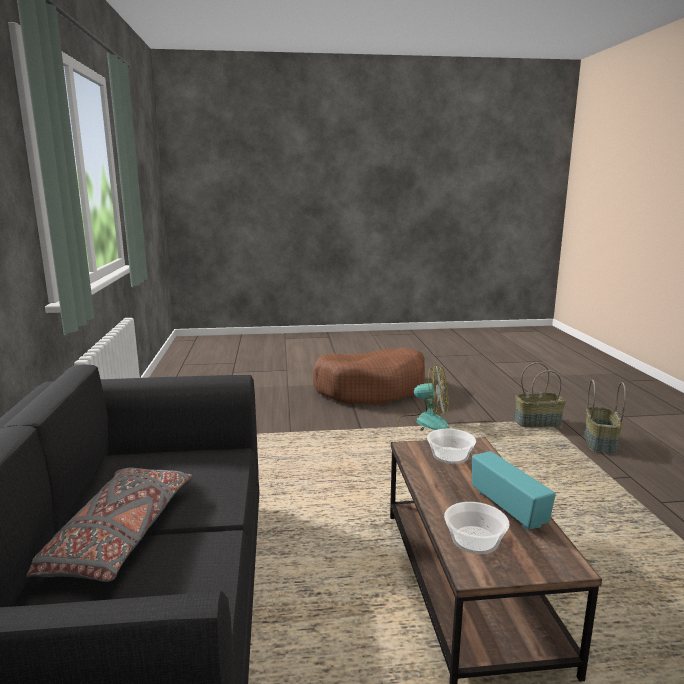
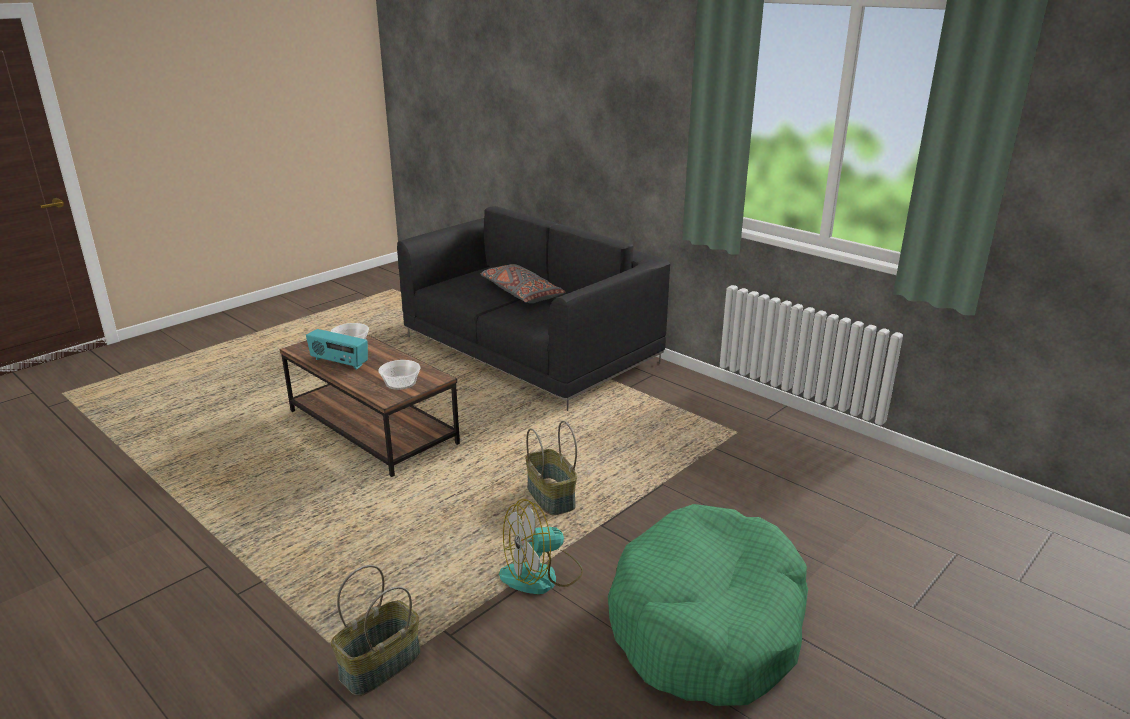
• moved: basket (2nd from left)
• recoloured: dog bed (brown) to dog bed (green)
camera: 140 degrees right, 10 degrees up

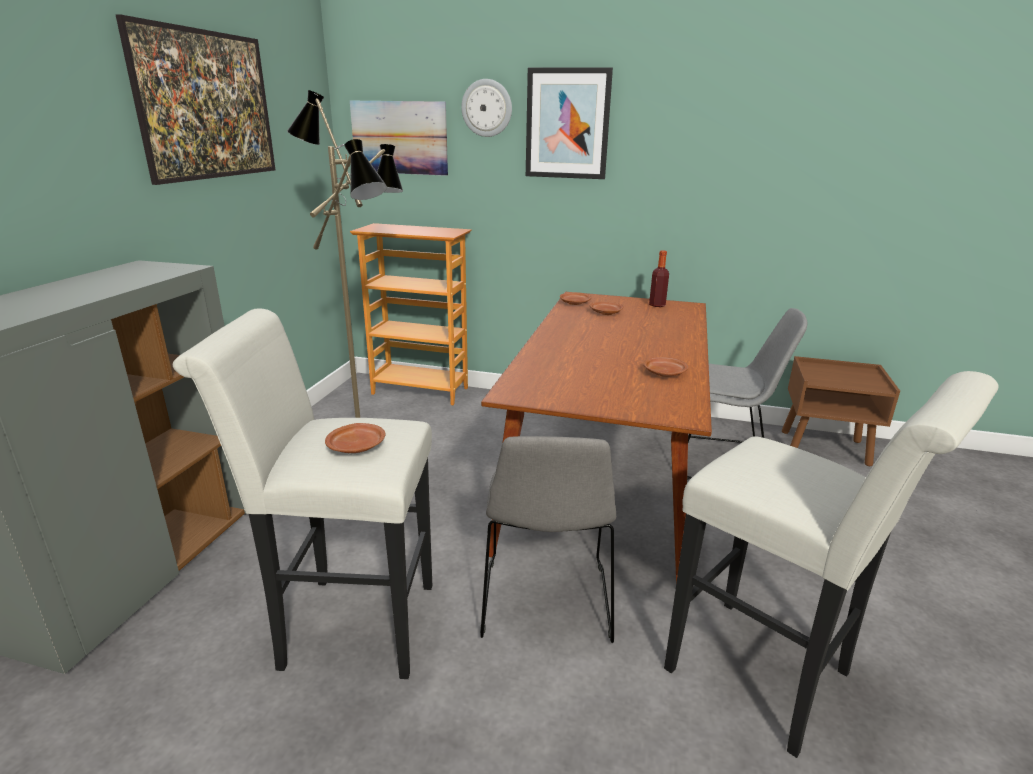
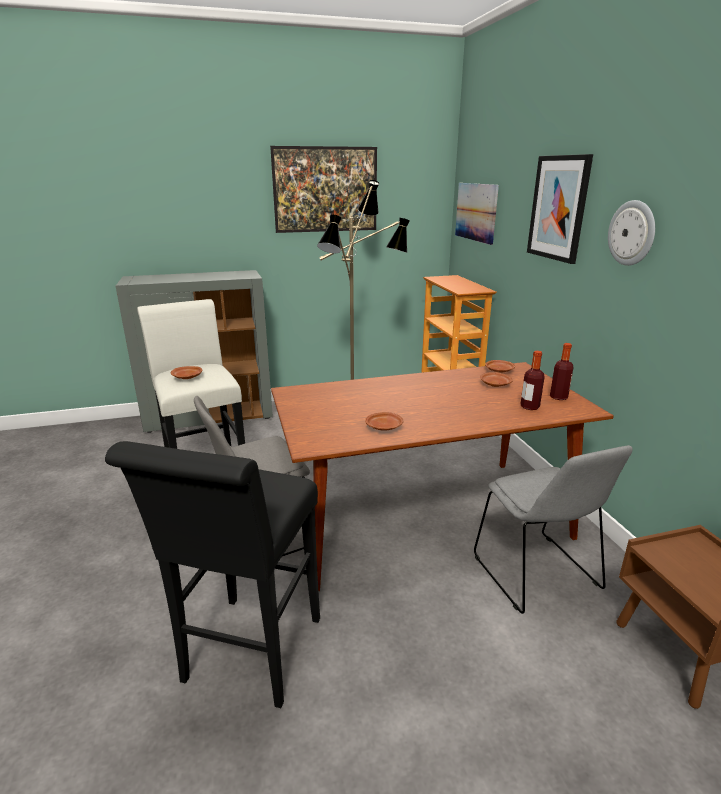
• recoloured: stool (white) (2nd from left) to stool (black)
• added: bottle (1st from left)
• moved: wall clock
camera: 60 degrees right, 0 degrees up

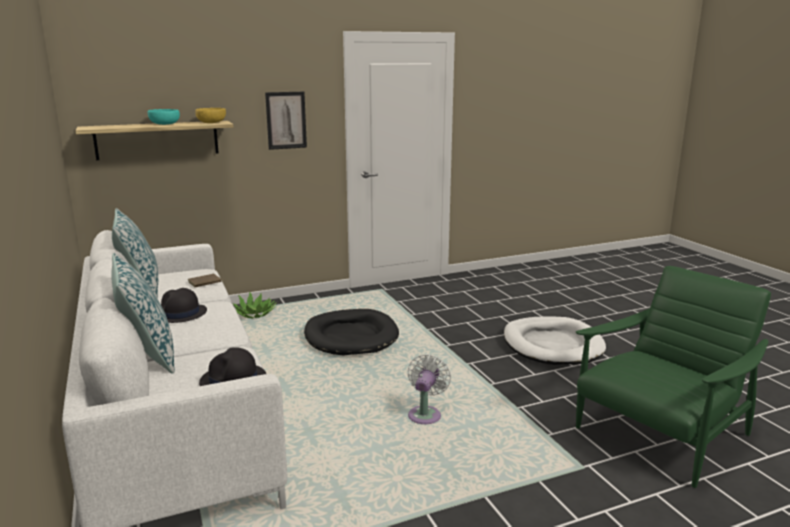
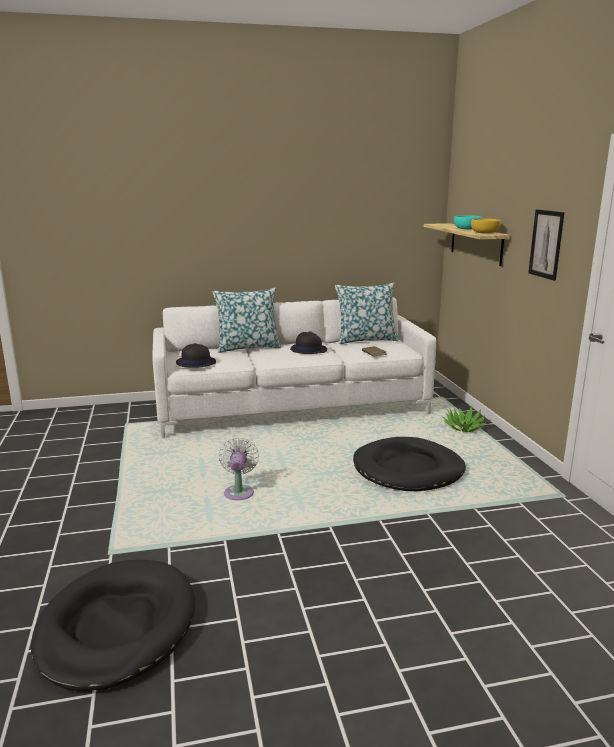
• replaced: armchair (green) to dog bed (black) (1st from left)
• turned: fan (white) 120 degrees counterclockwise
• removed: dog bed (white)
camera: 100 degrees right, 0 degrees up

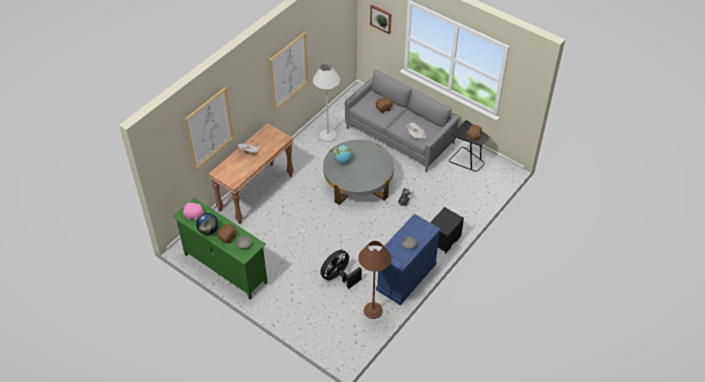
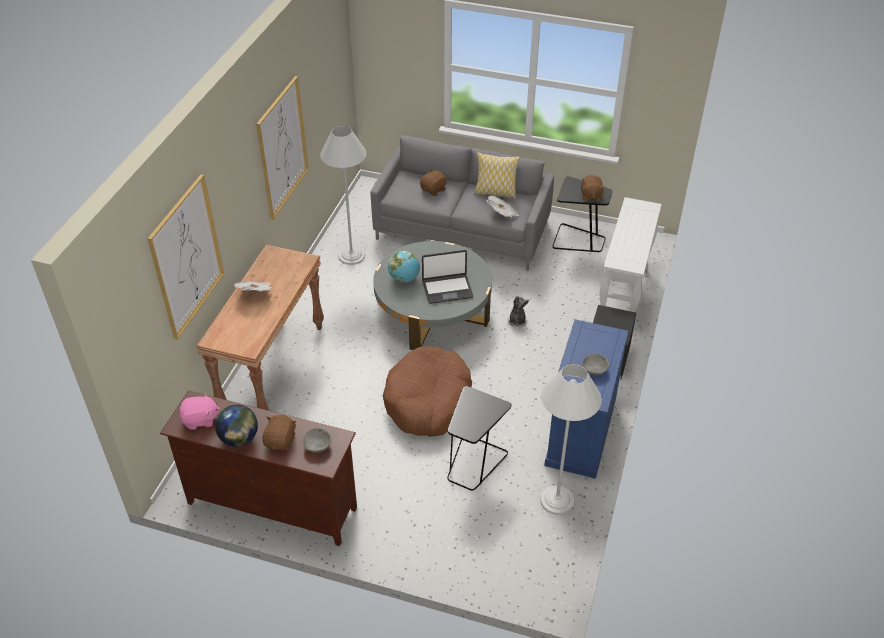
• recoloured: tv stand (green) to tv stand (brown)
• added: dog bed (brown)
• added: laptop
• replaced: fan (black) to side table (black) (1st from left)
• added: pillow
• recoloured: floor lamp (brown) to floor lamp (white) (2nd from left)
• added: console table (white)
• removed: picture (3rd from left)
camera: 20 degrees left, 5 degrees down

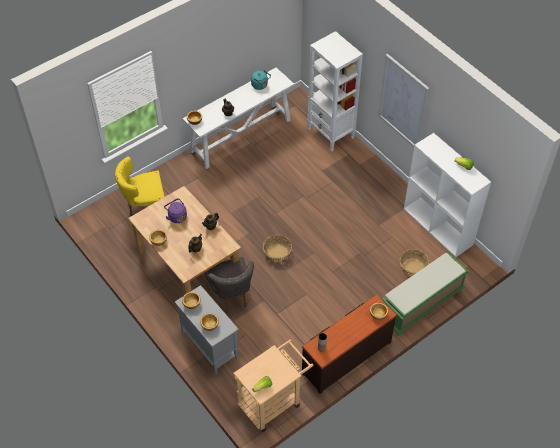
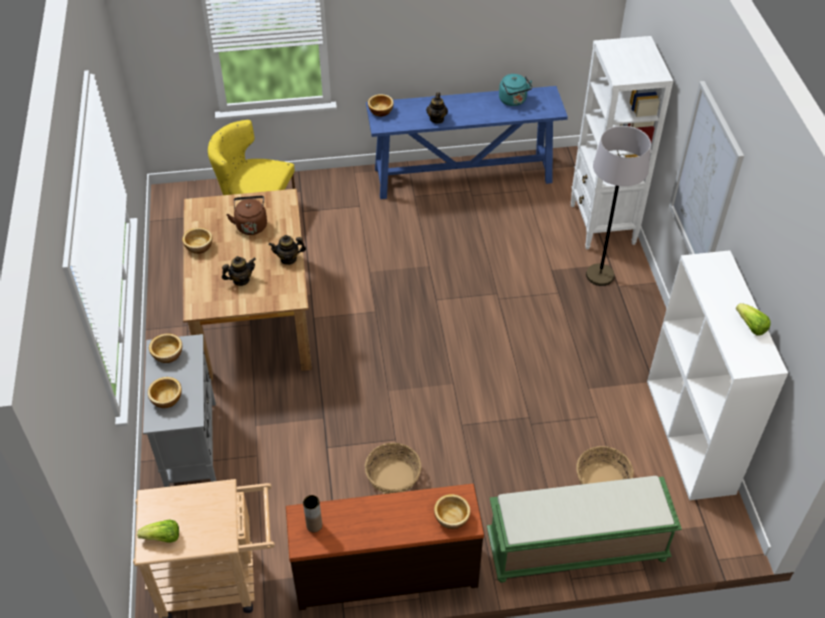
• recoloured: kettle (purple) to kettle (brown)
• moved: basket (1st from left)
• recoloured: console table (white) to console table (blue)
• added: floor lamp (grey)
• removed: chair (grey)
camera: 30 degrees right, 5 degrees down

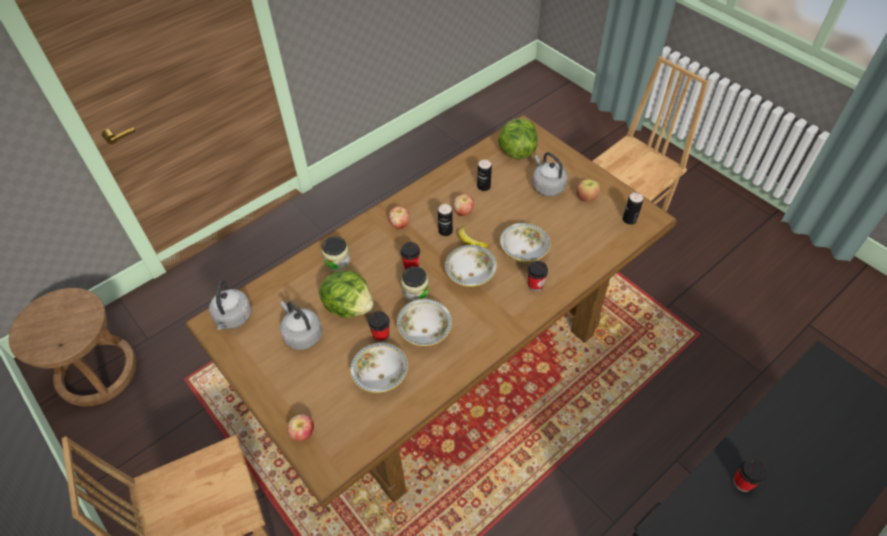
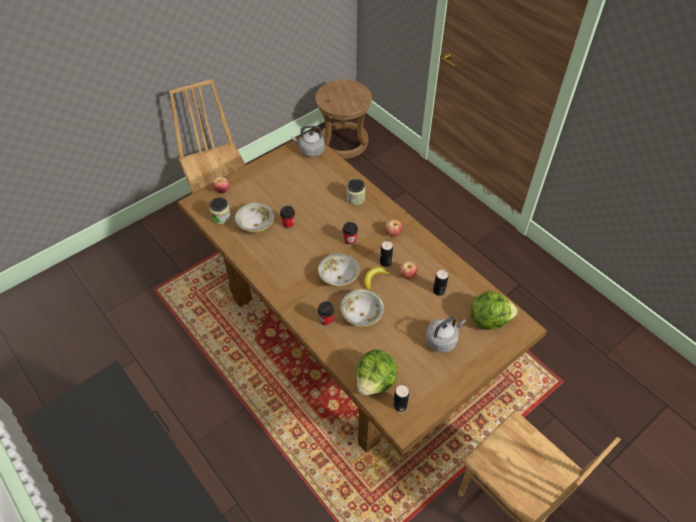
• moved: jar (2nd from left in the first image) to jar (1st from left)
• moved: lettuce (1st from left)
• removed: kettle (grey) (2nd from left)
• removed: bowl (2nd from left)
• removed: apple (4th from left)
• removed: cup (4th from left)
camera: 90 degrees right, 0 degrees up

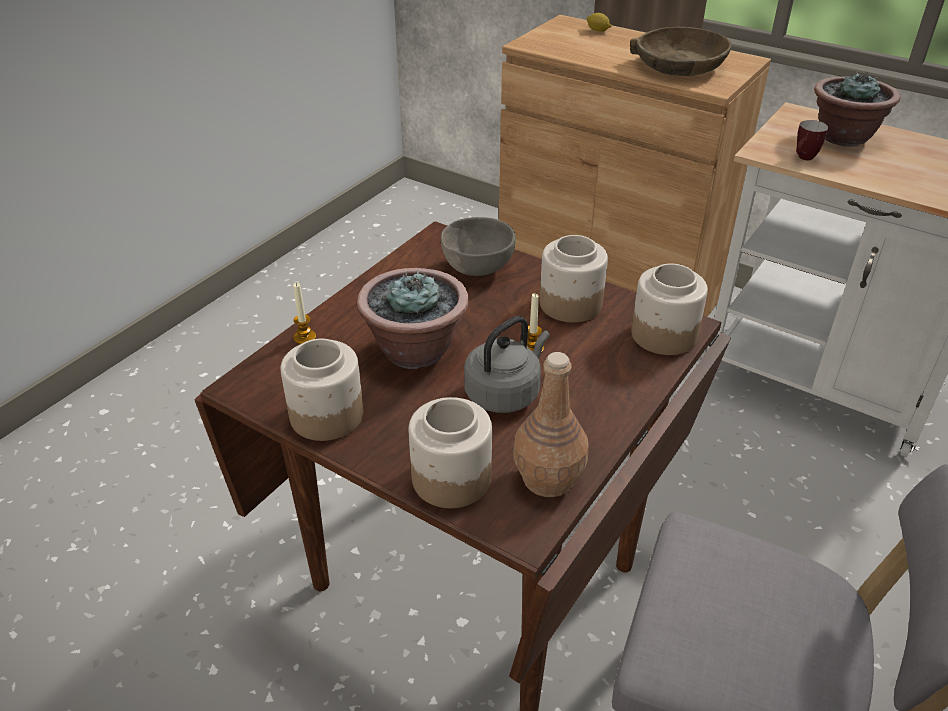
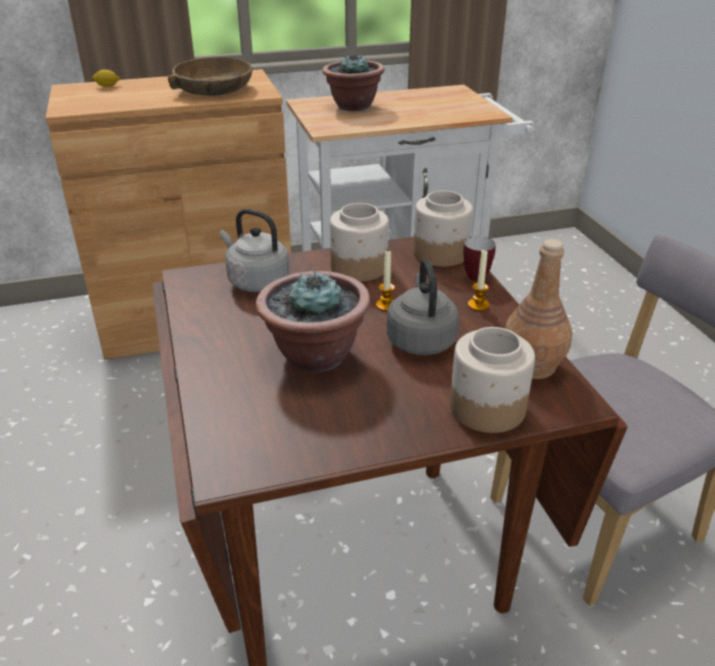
• replaced: bowl (grey) to kettle (grey) (1st from left)
• moved: mug
• moved: candle (1st from left in the first image) to candle (2nd from left)
• removed: jar (1st from left)
camera: 50 degrees left, 5 degrees down

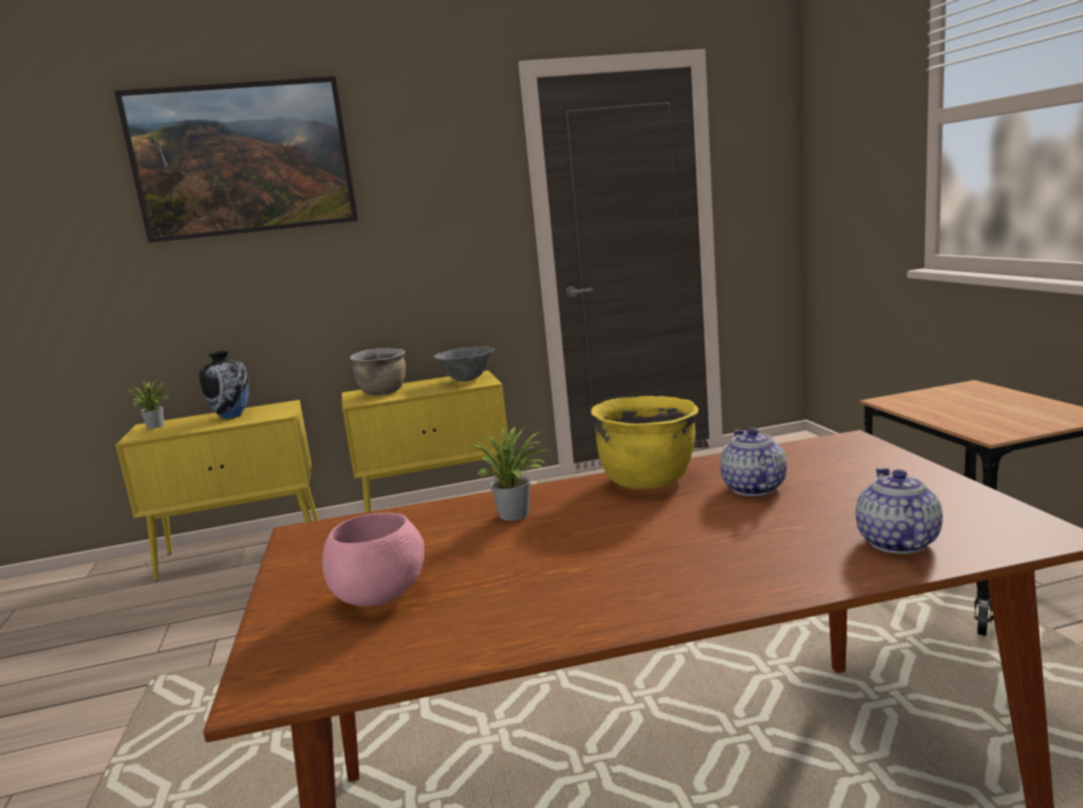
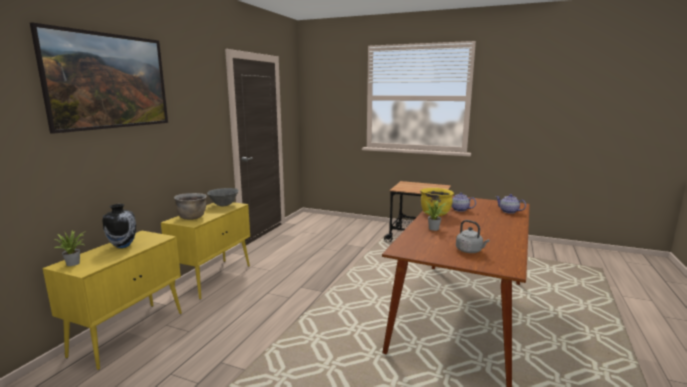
• replaced: bowl (pink) to kettle (grey)
camera: 55 degrees left, 0 degrees up

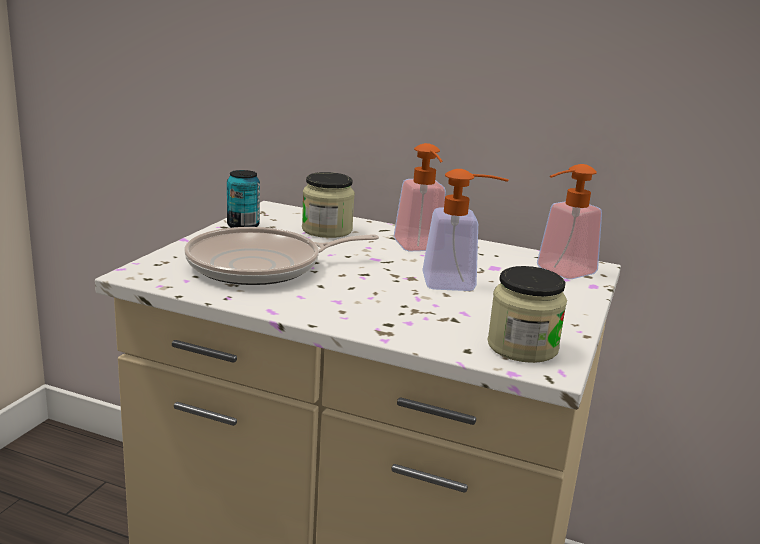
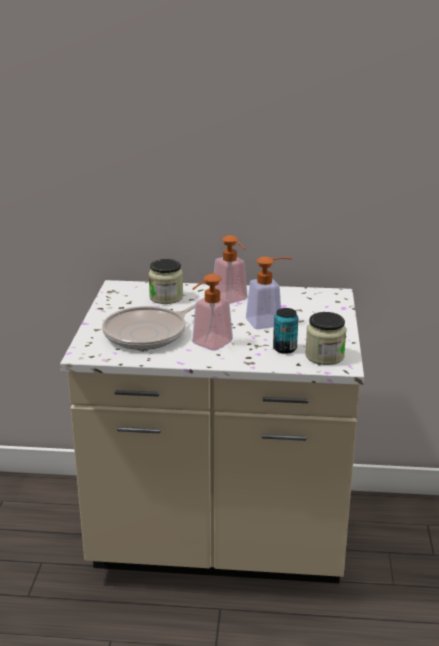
• moved: soap dispenser (3rd from left in the first image) to soap dispenser (1st from left)
• moved: can
camera: 15 degrees left, 5 degrees up

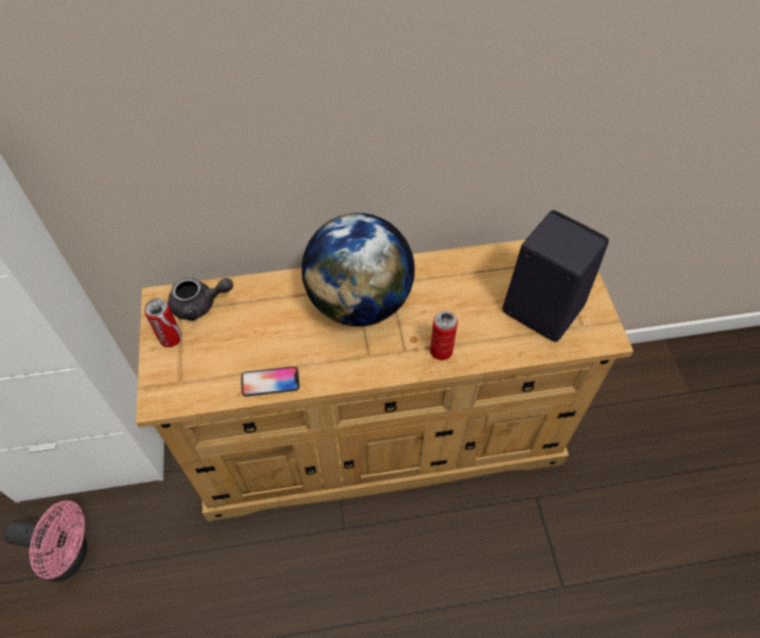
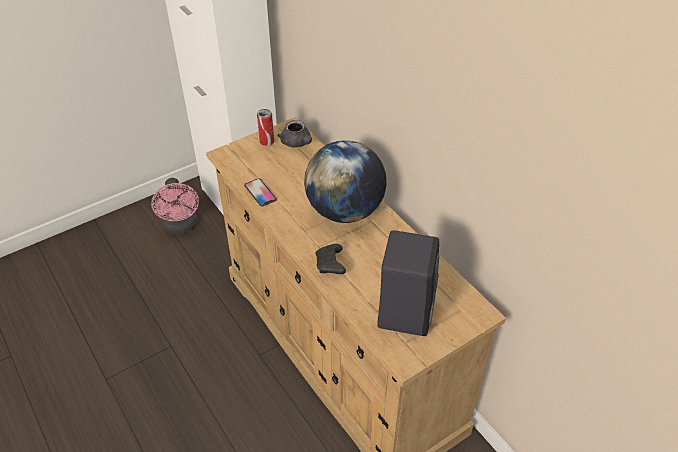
• replaced: can (2nd from left) to game controller (black)
camera: 65 degrees right, 10 degrees down

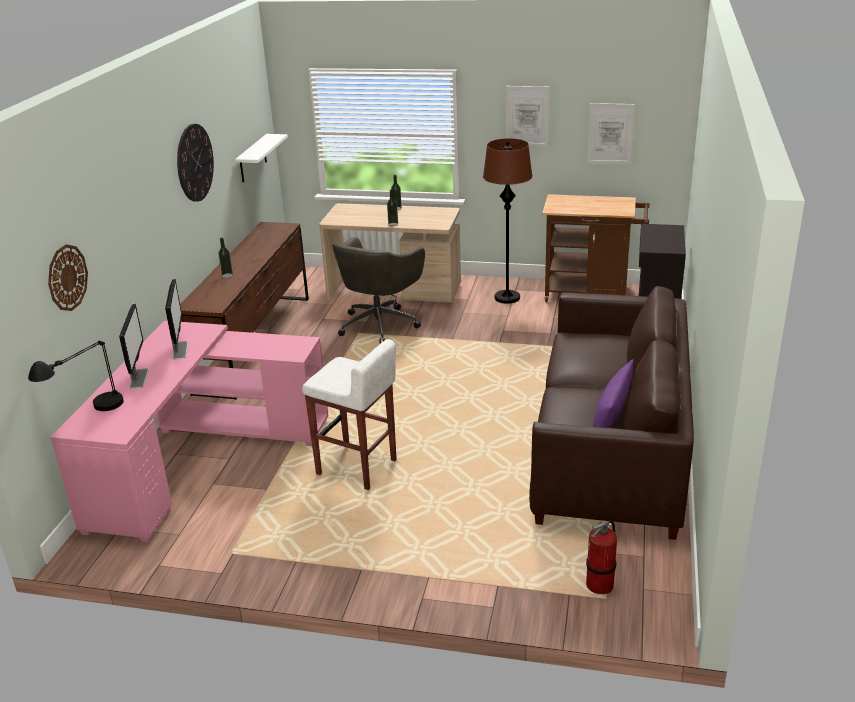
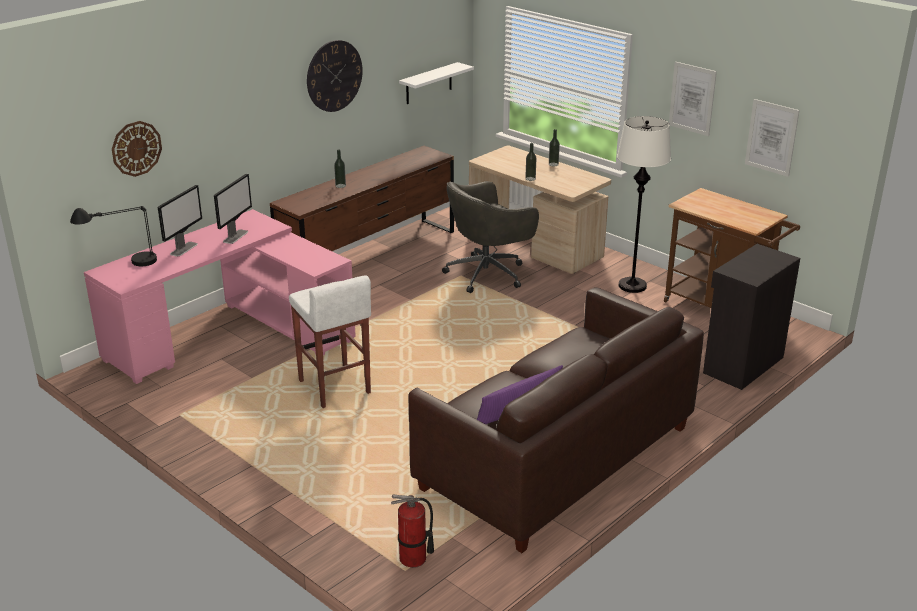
• recoloured: floor lamp (brown) to floor lamp (white)
camera: 30 degrees right, 0 degrees up

